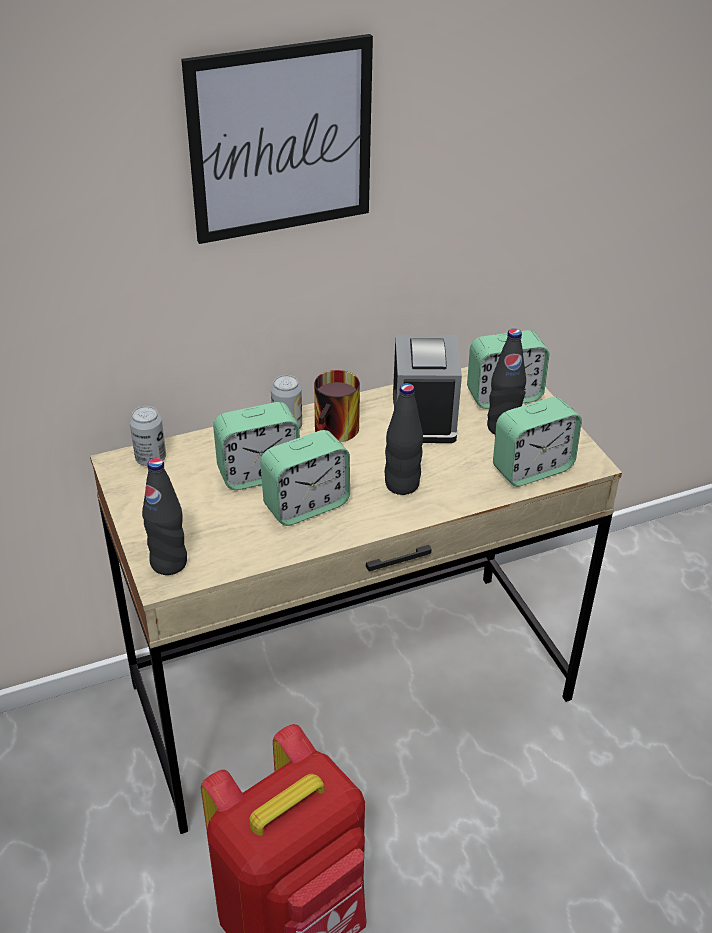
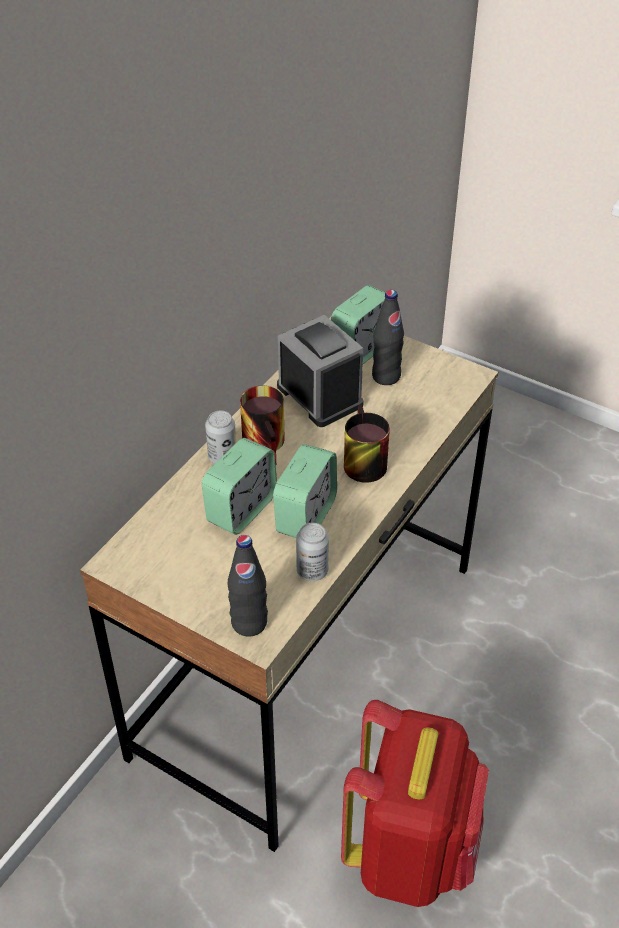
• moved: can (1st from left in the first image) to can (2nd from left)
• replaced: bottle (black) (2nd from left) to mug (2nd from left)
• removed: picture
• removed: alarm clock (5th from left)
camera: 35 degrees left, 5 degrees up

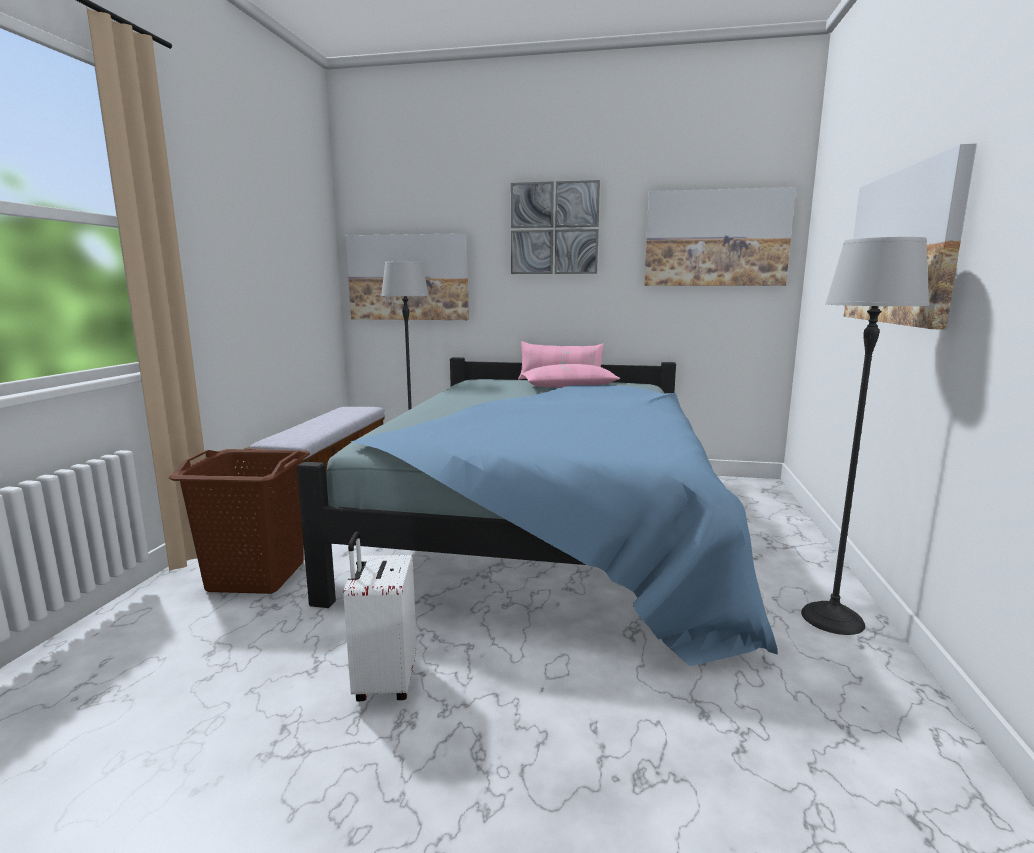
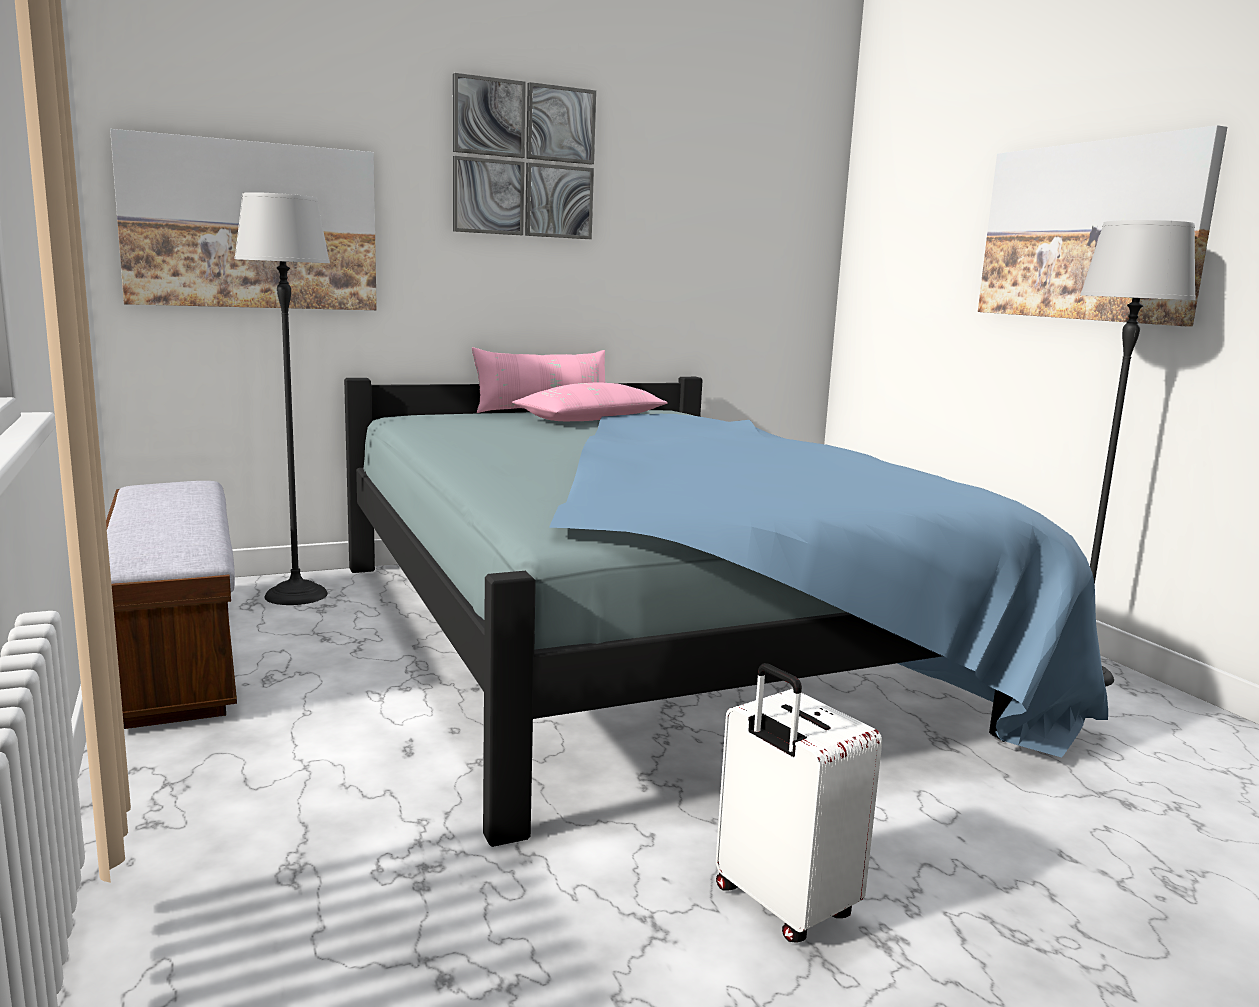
• removed: laundry basket (brown)
• removed: picture (3rd from left)
camera: 35 degrees left, 0 degrees up

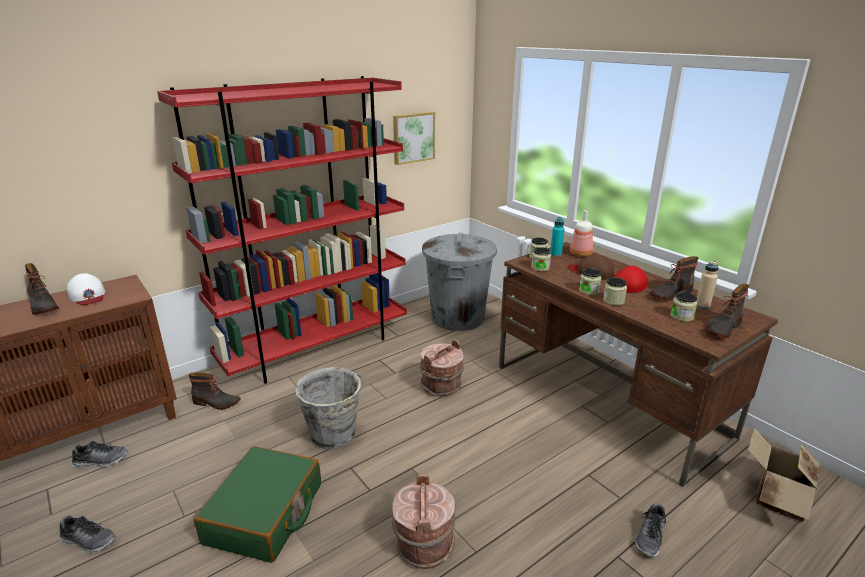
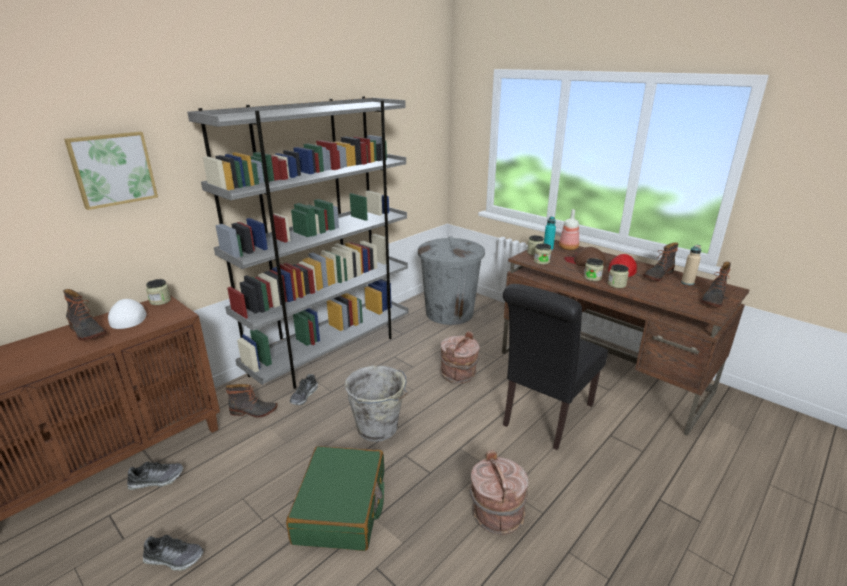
• moved: picture
• turned: cap (white) 150 degrees counterclockwise
• moved: jar (5th from left in the first image) to jar (1st from left)
• recoloured: bookcase (red) to bookcase (grey)
• moved: shoe (3rd from left)
• added: chair (black)
• removed: cardboard box
camera: 10 degrees left, 0 degrees up

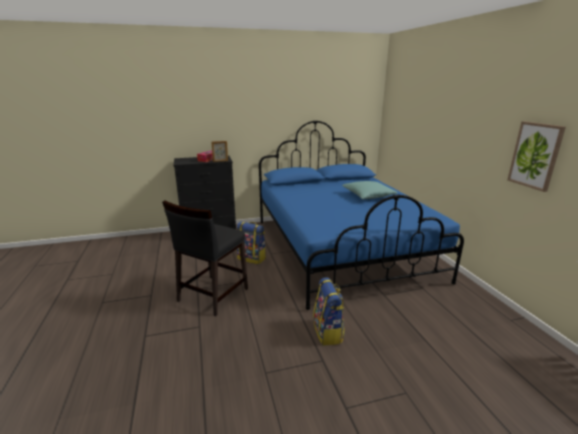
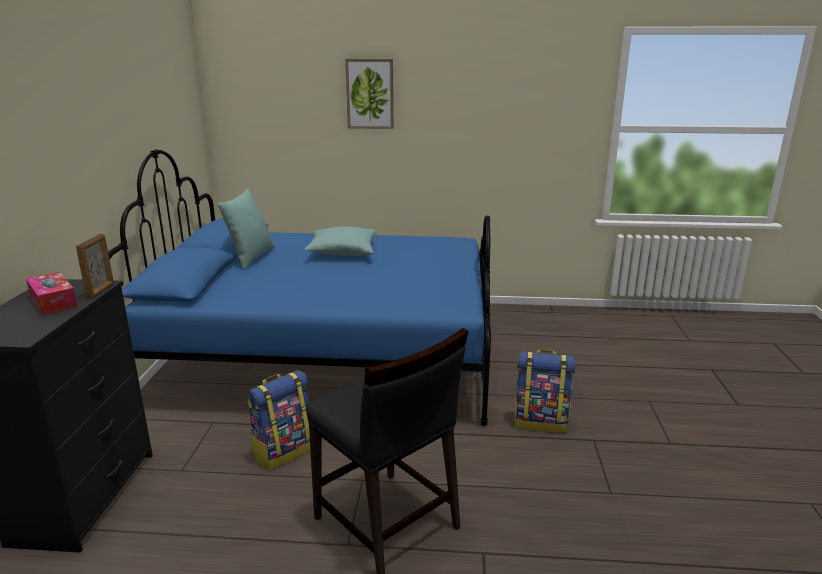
• added: pillow (turquoise) (1st from left)
• moved: picture
camera: 70 degrees left, 0 degrees up

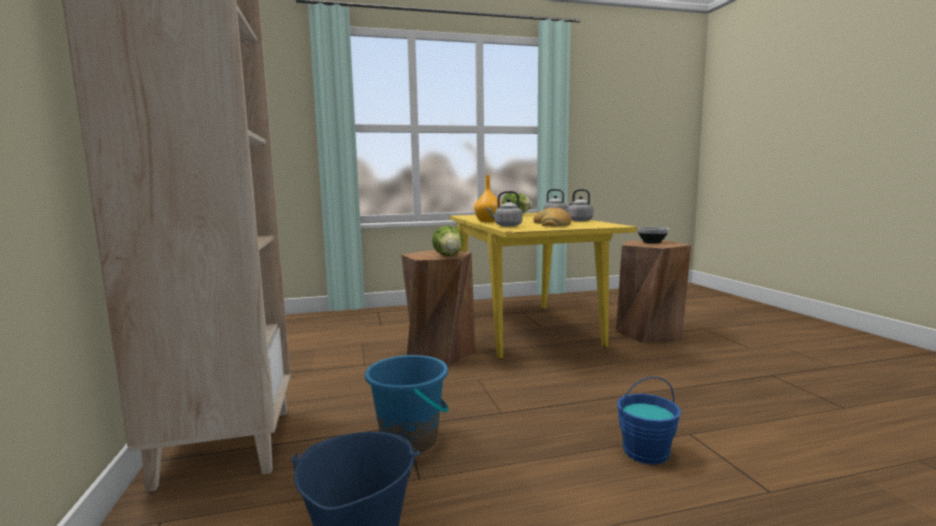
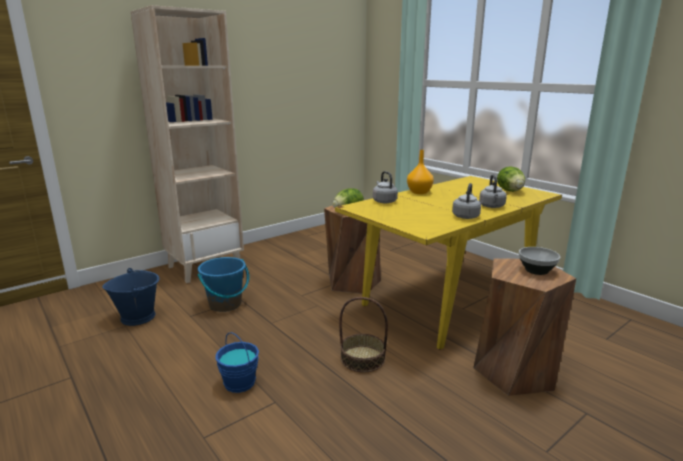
• added: basket
• removed: bread
camera: 65 degrees right, 10 degrees up

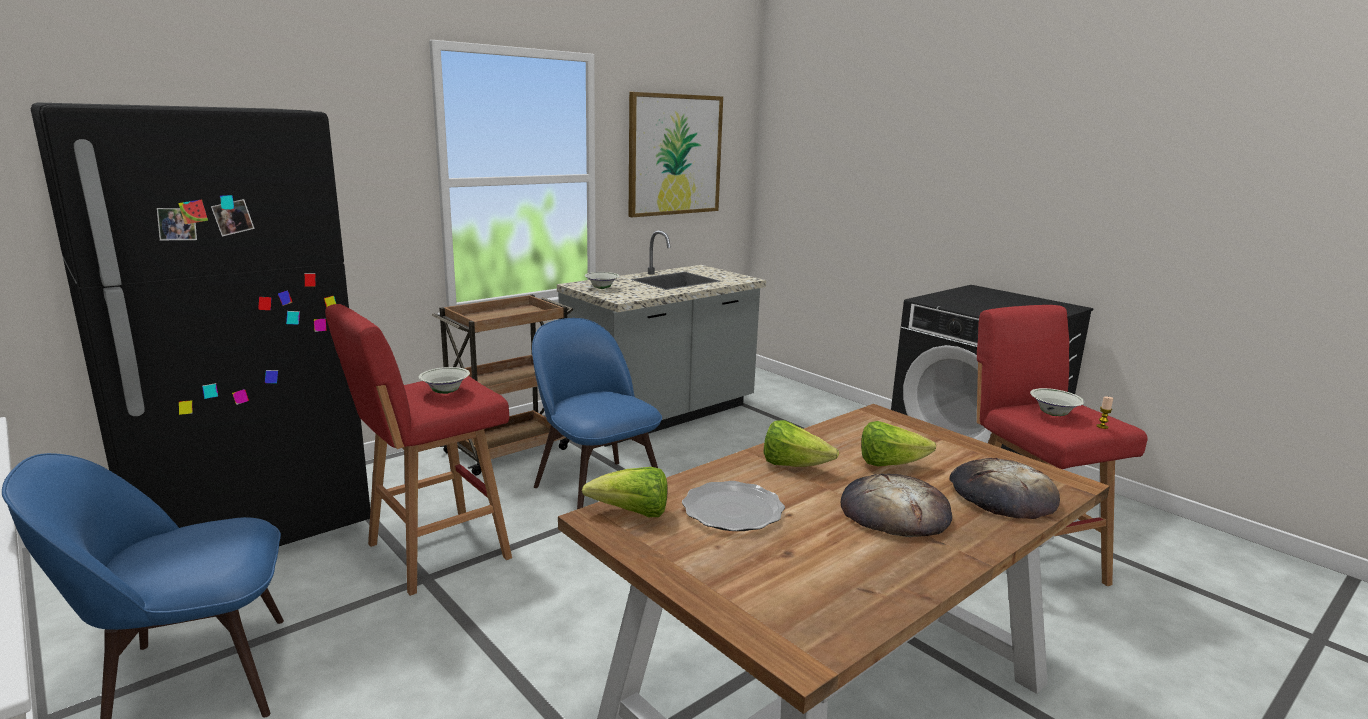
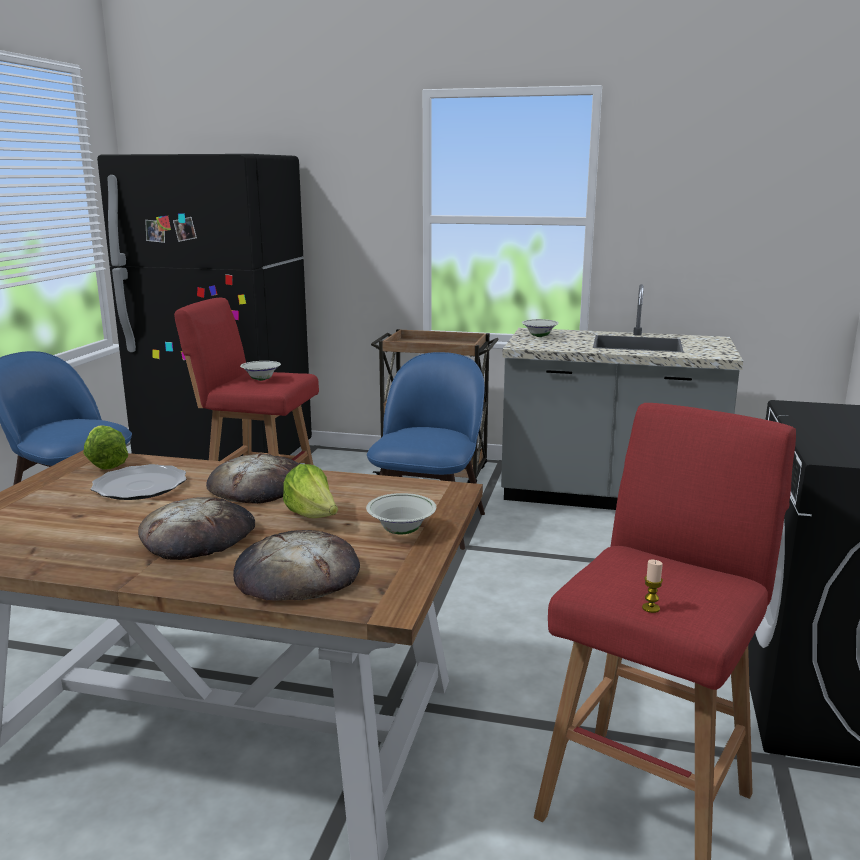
• replaced: lettuce (2nd from left) to bread (2nd from left)
• moved: bowl (white) (3rd from left in the first image) to bowl (white) (2nd from left)
• removed: picture
camera: 55 degrees right, 0 degrees up

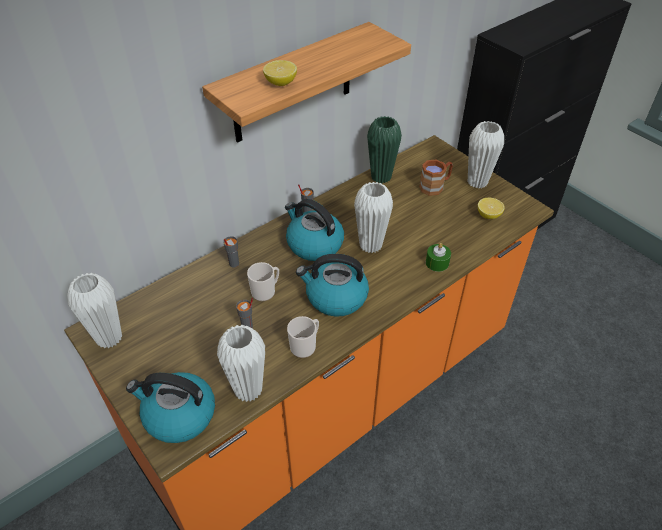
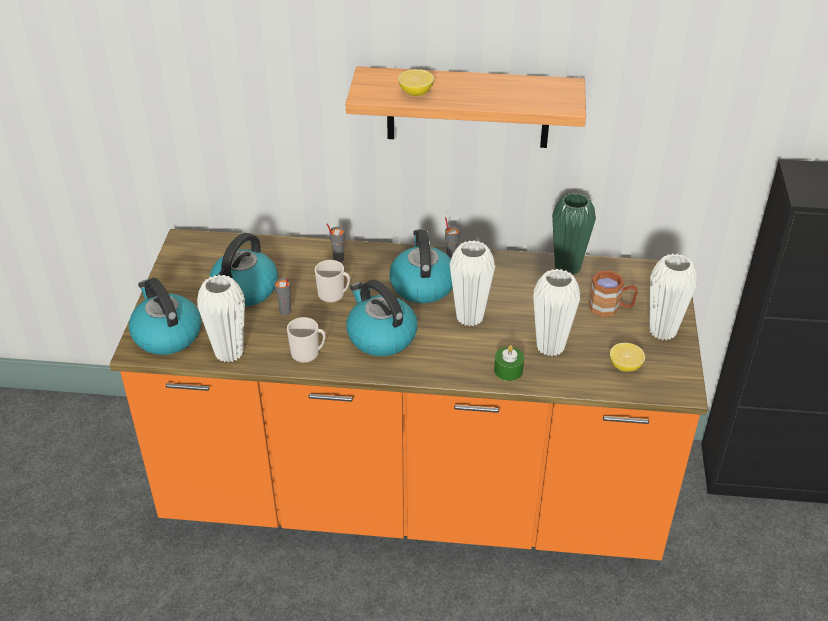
• added: kettle (2nd from left)
• moved: vase (white) (1st from left in the first image) to vase (white) (3rd from left)
camera: 45 degrees right, 5 degrees down

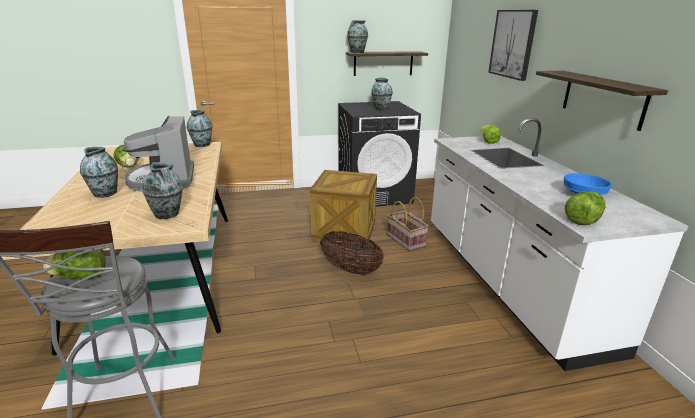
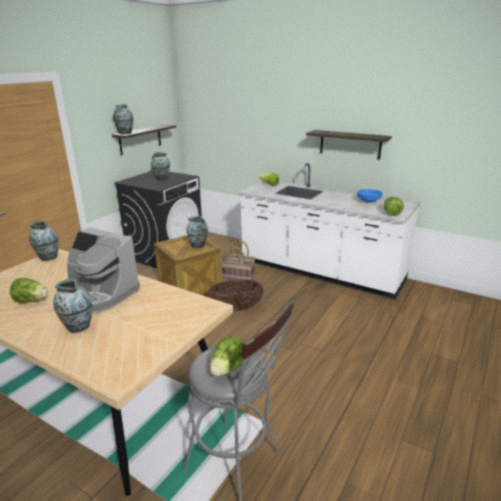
• moved: vase (2nd from left in the first image) to vase (5th from left)
• removed: picture
camera: 45 degrees left, 0 degrees up

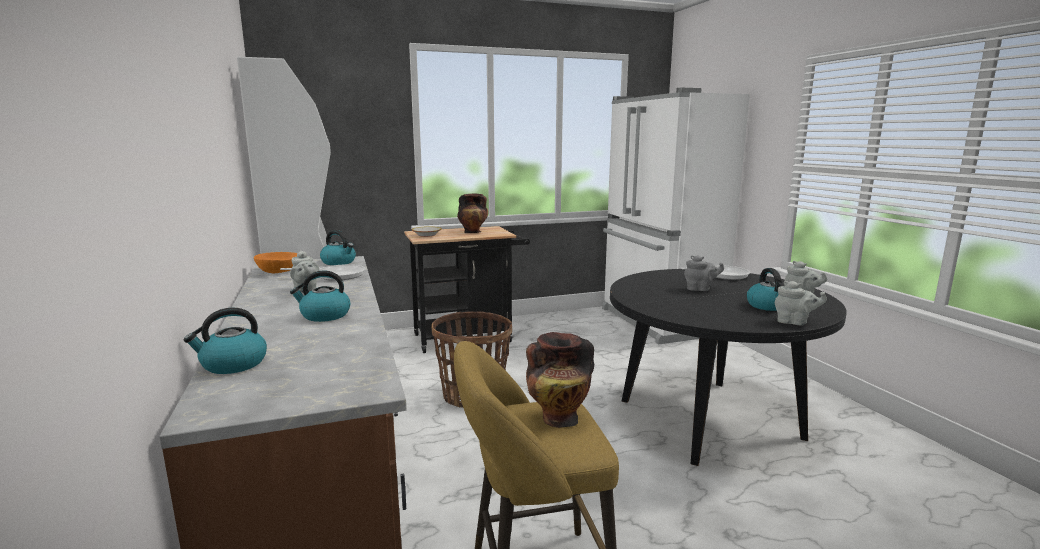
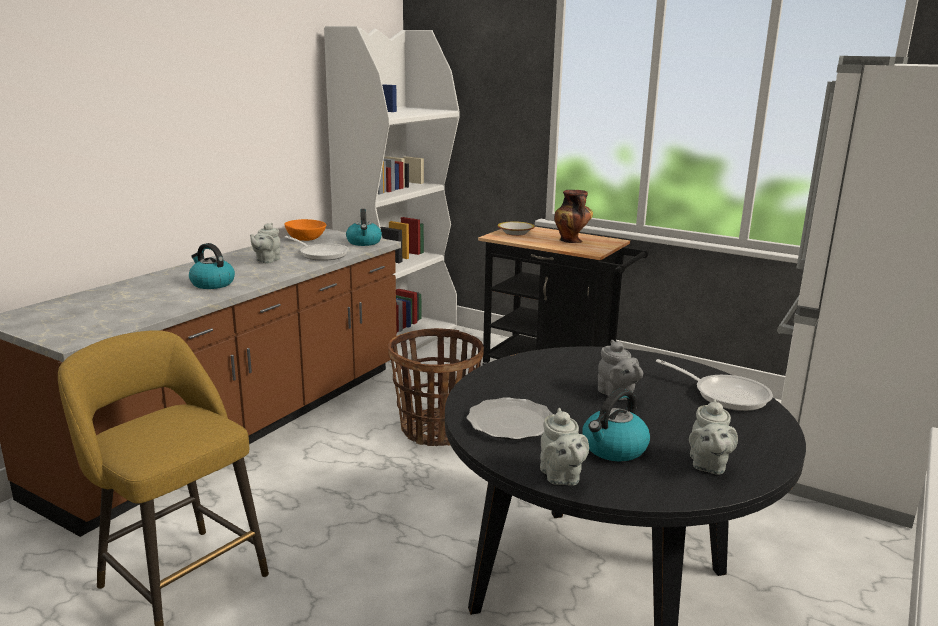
• added: plate
• removed: kettle (1st from left)
• removed: vase (2nd from left)
camera: 50 degrees right, 5 degrees up

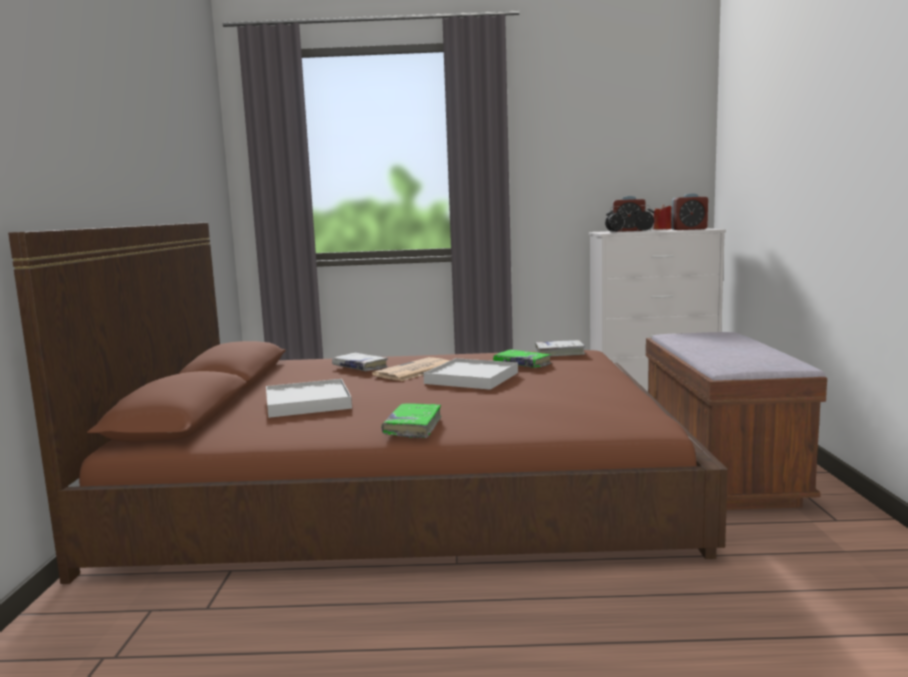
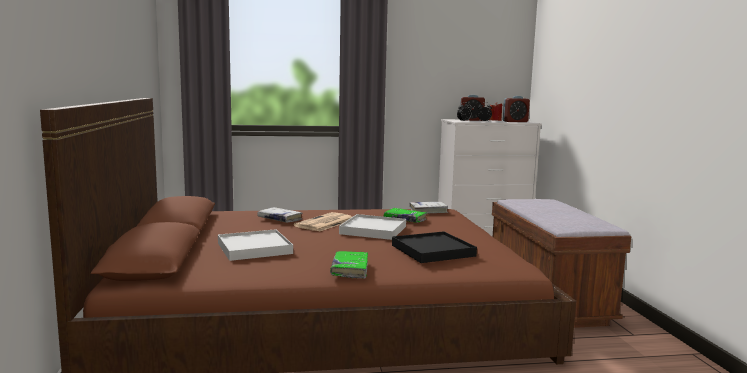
• added: tray (black)
camera: 10 degrees left, 0 degrees up

